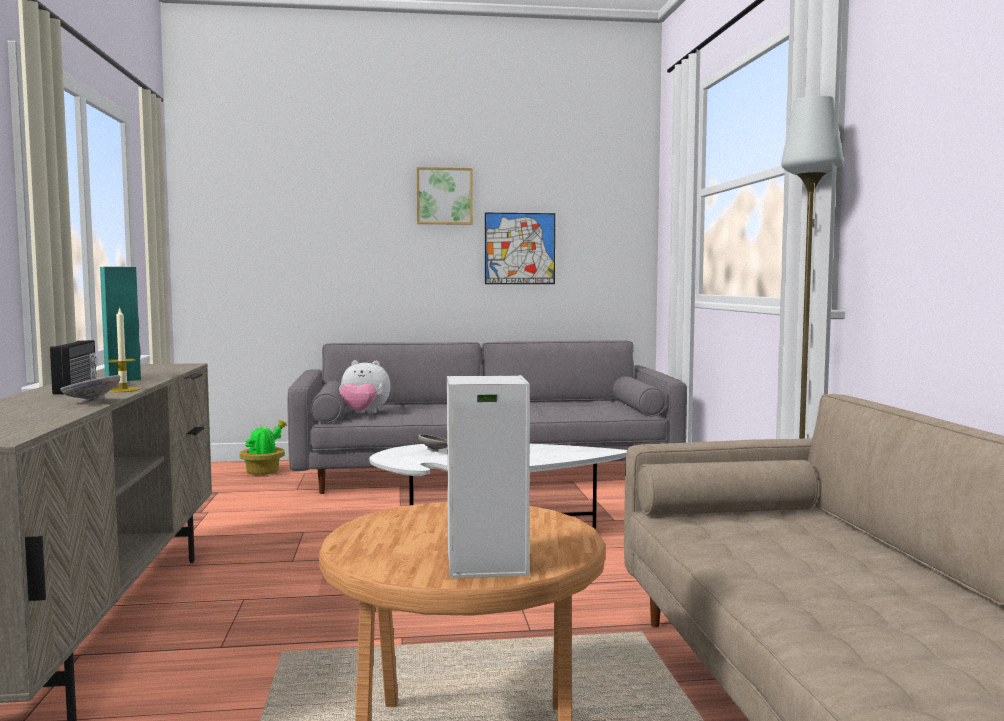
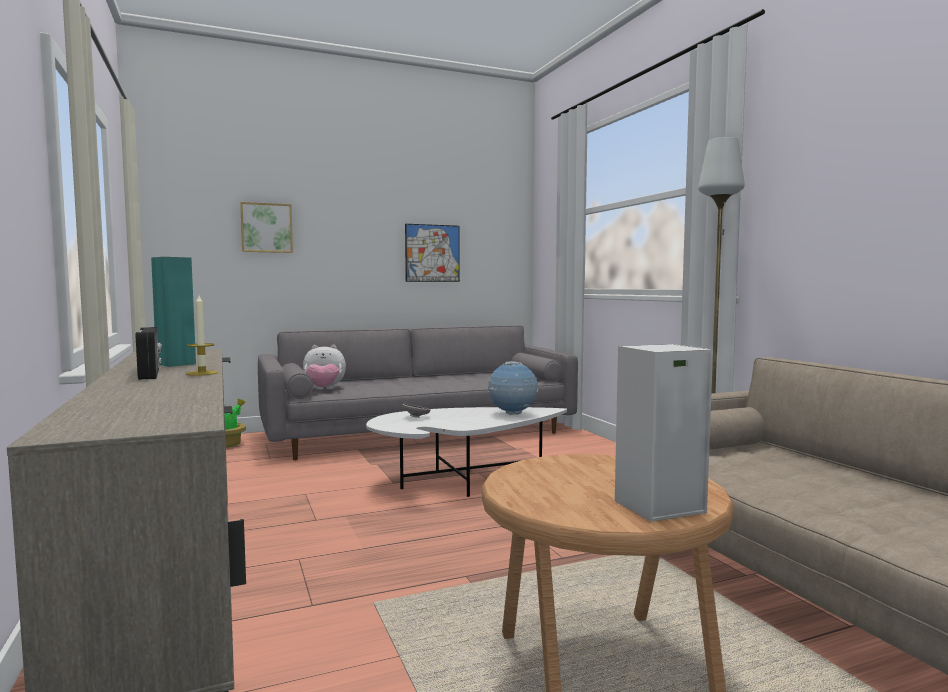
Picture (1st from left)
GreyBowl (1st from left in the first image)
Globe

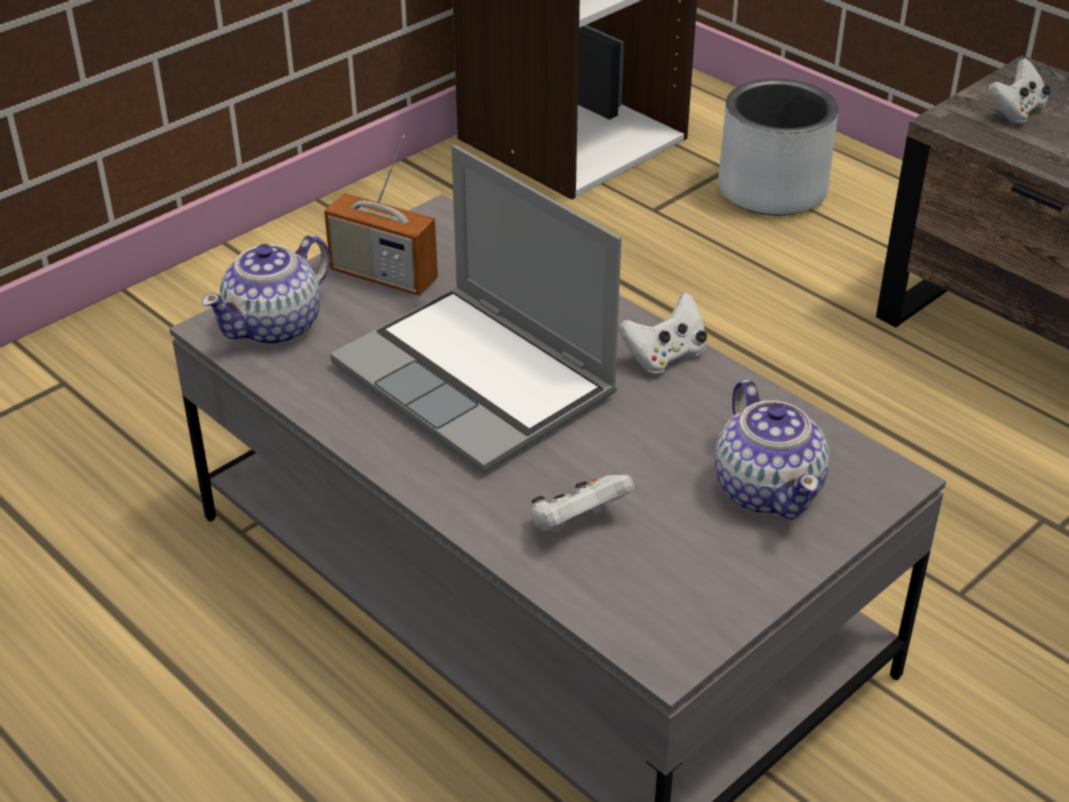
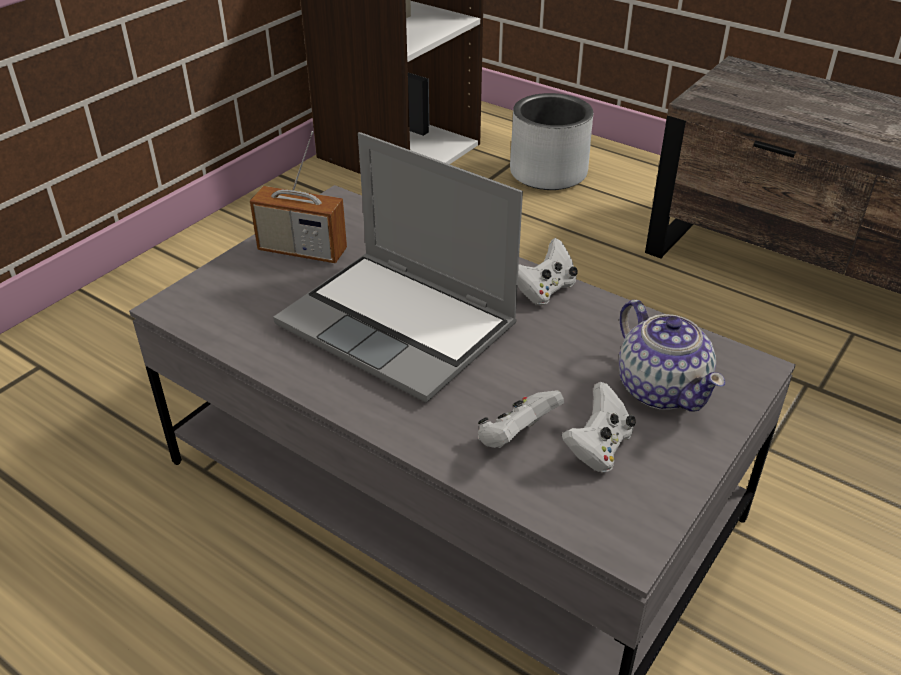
WhiteGameController (3rd from left)
Teapot (1st from left in the first image)

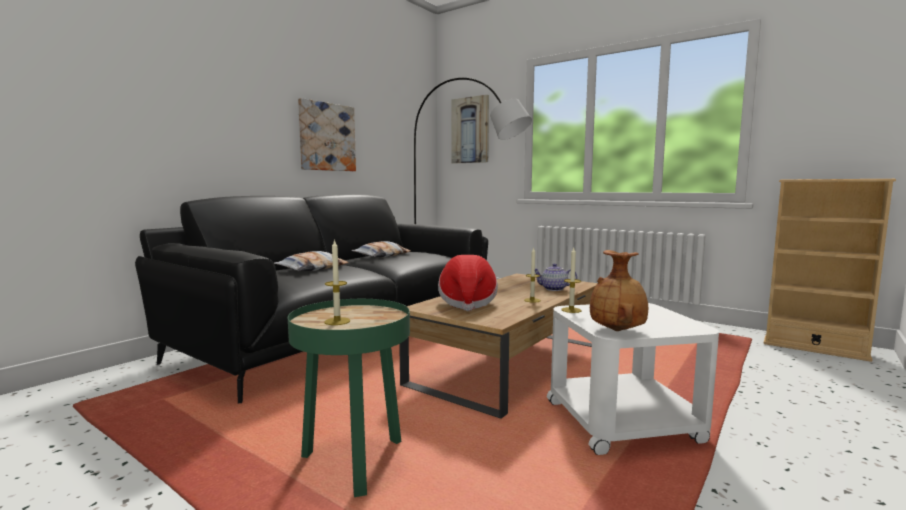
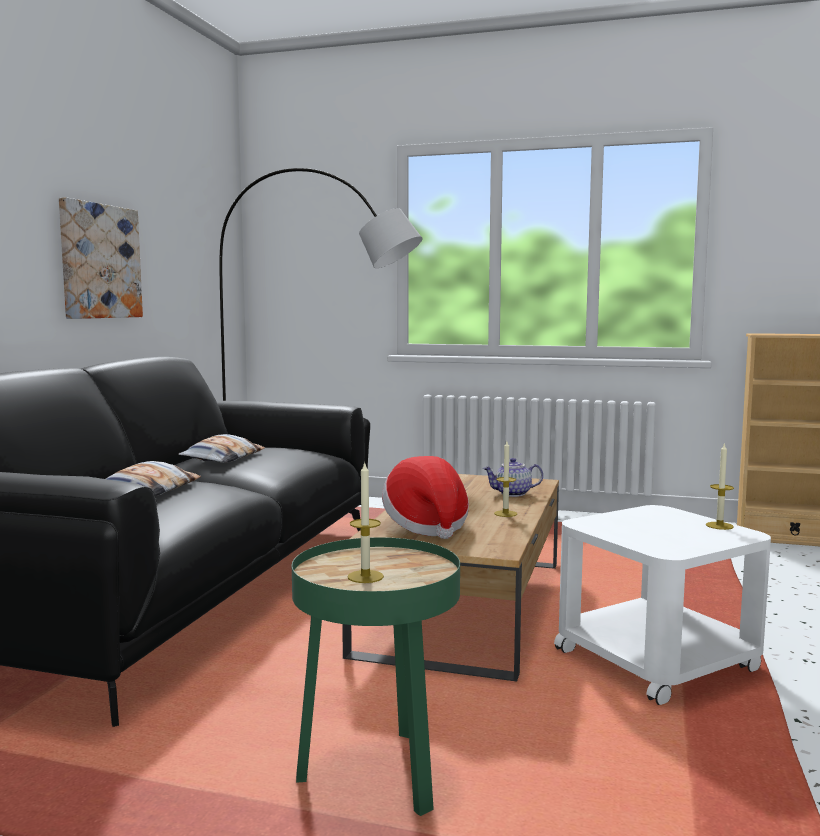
Picture (2nd from left in the first image)
Candle (3rd from left)
BrownVase

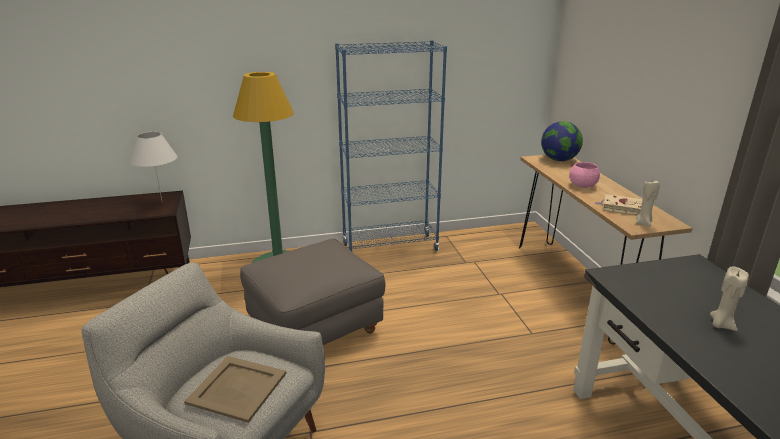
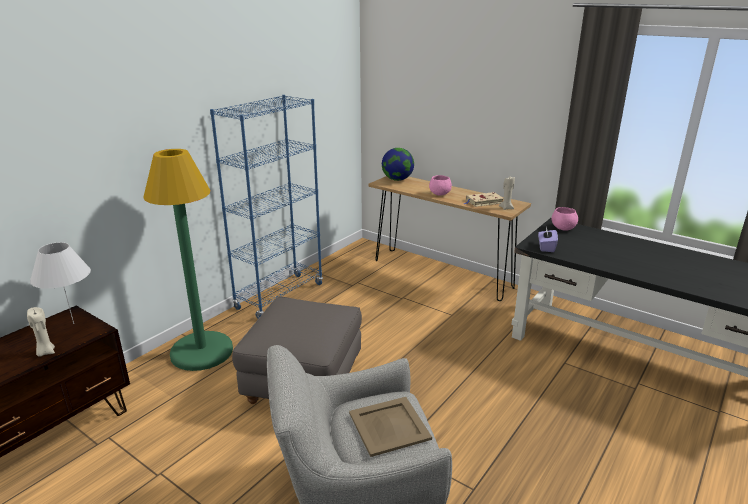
BeigeCandle (1st from left)
PinkBowl (2nd from left)
PurpleTissueBox

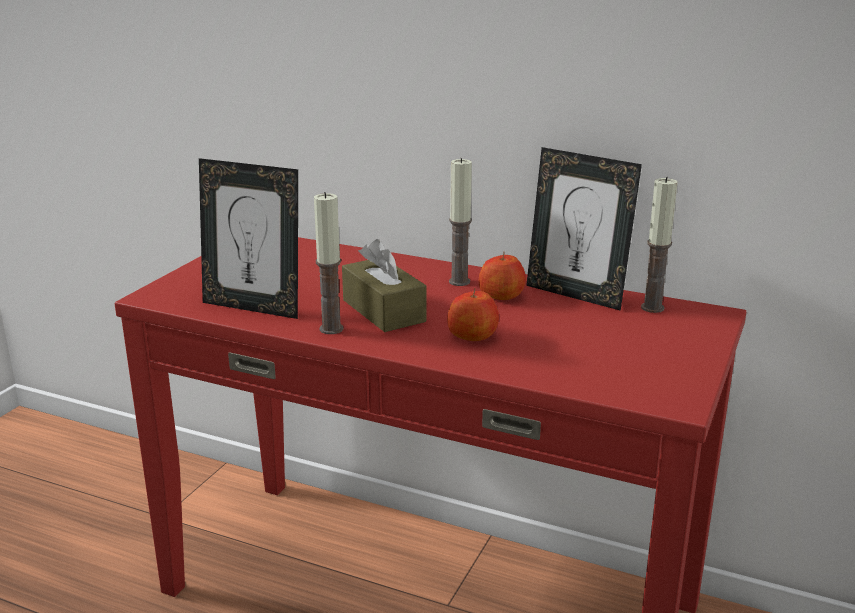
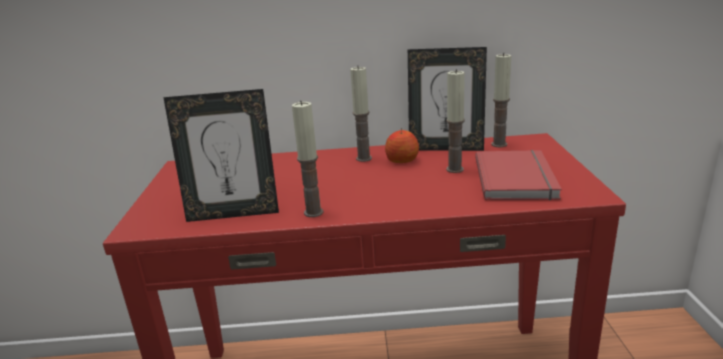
BrownTissueBox
Apple (1st from left in the first image)
Candle (3rd from left)
RedBook

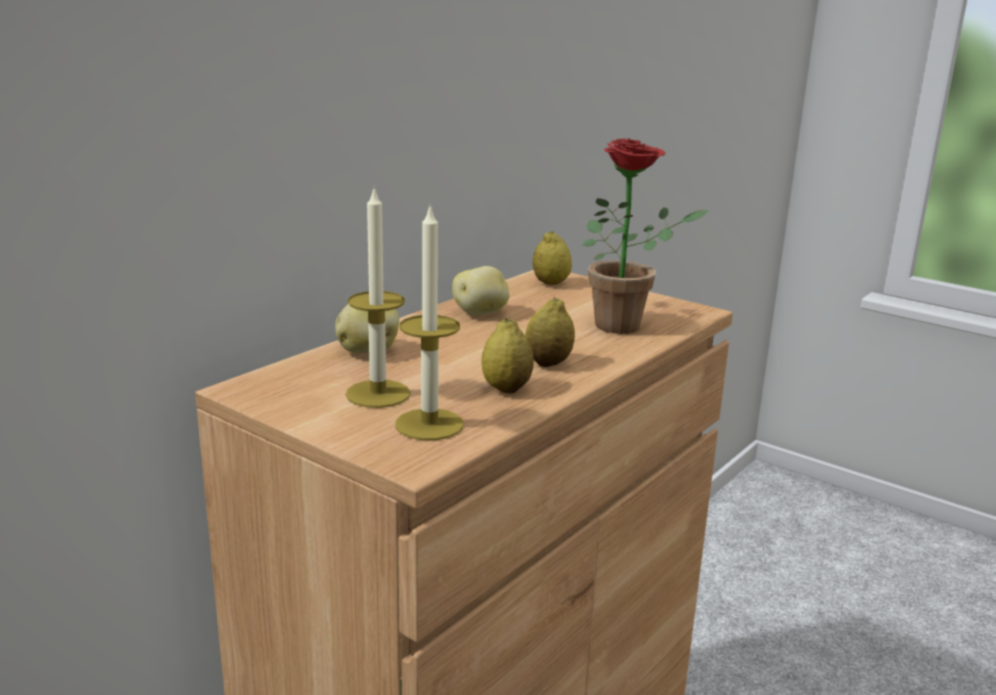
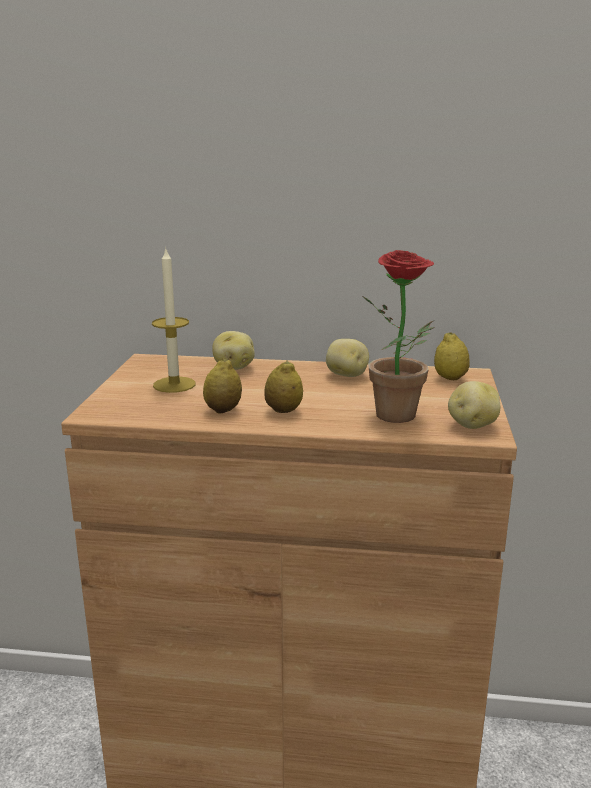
Candle (2nd from left in the first image)
Potato (3rd from left)

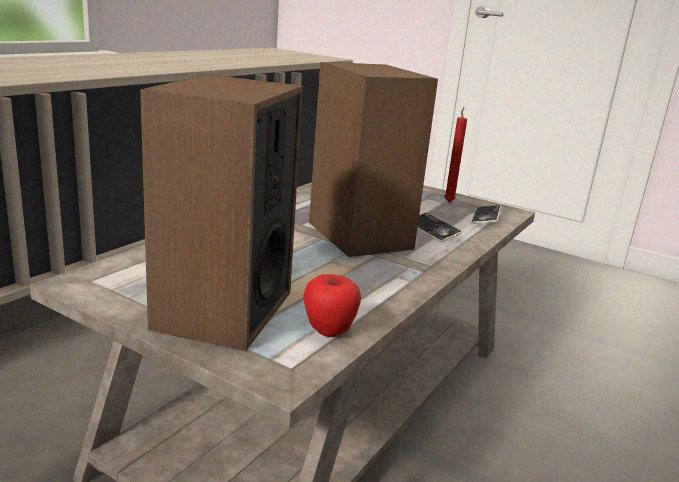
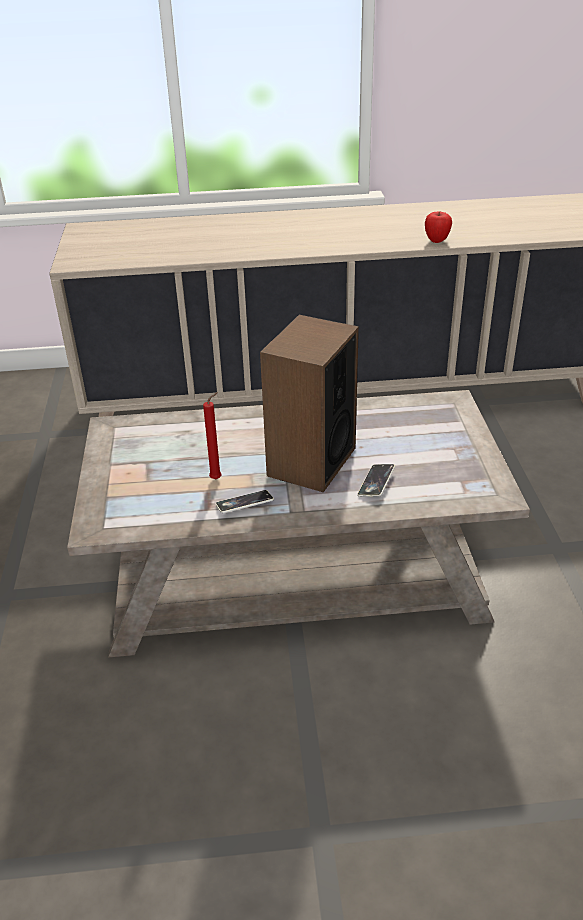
Speaker (1st from left in the first image)
RedCandle
Phone (1st from left)
Apple

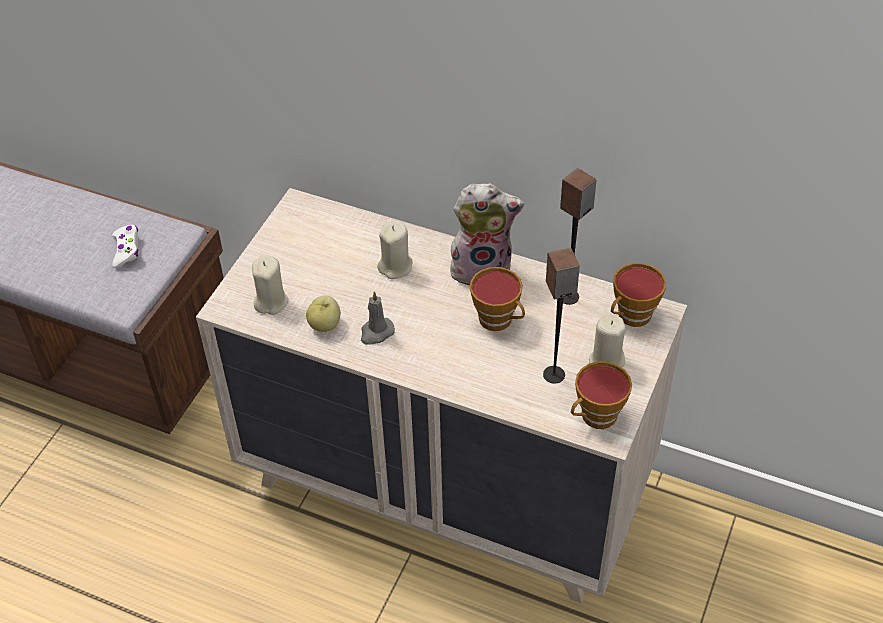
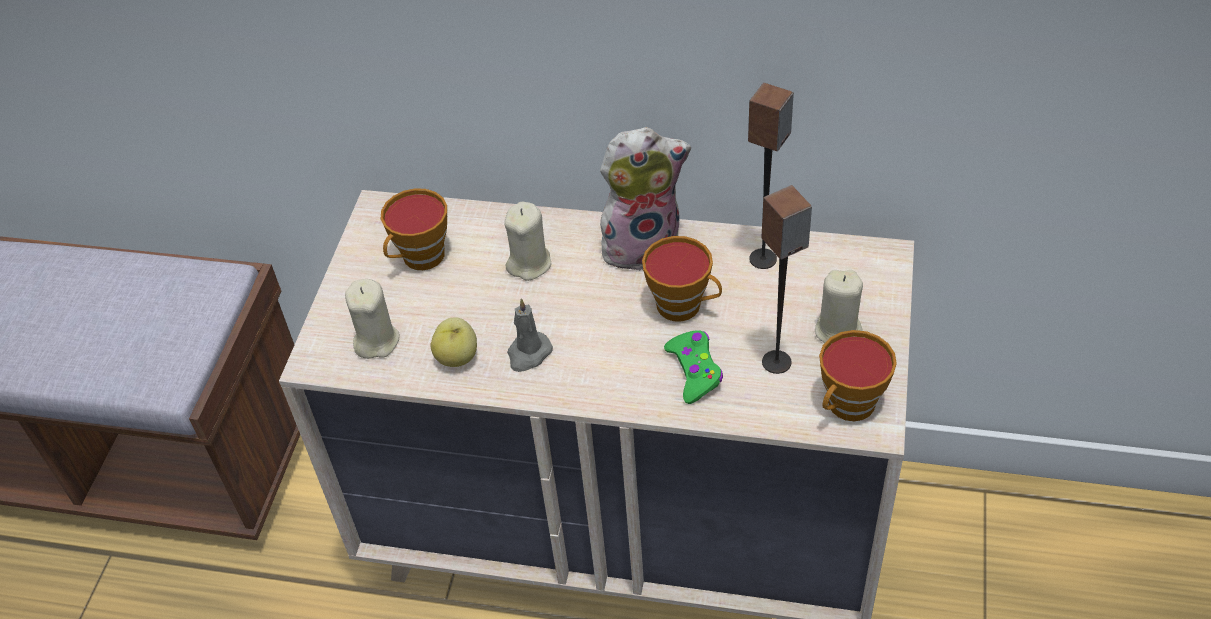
WhiteGameController
Cup (1st from left)
GreenGameController

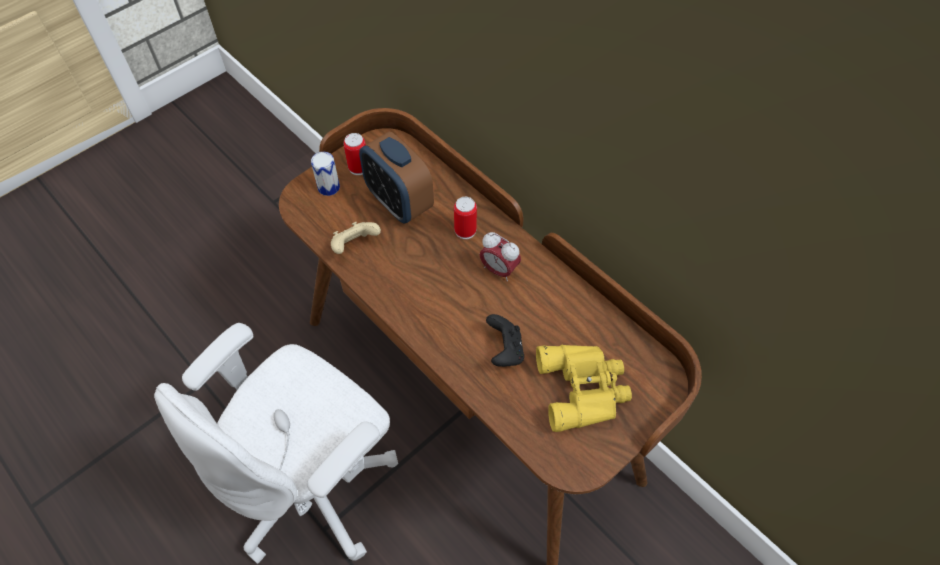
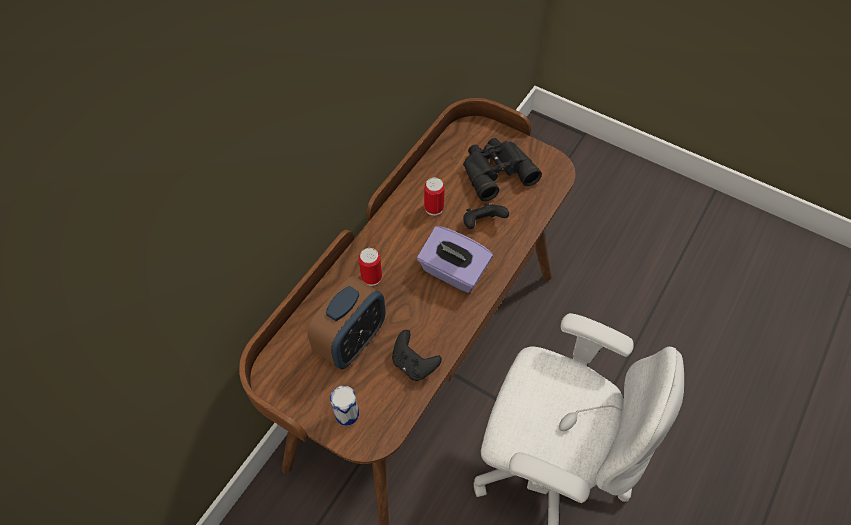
Can (3rd from left)
BlackGameController (1st from left)
AlarmClock (2nd from left in the first image)
BlackBinoculars
PurpleTissueBox

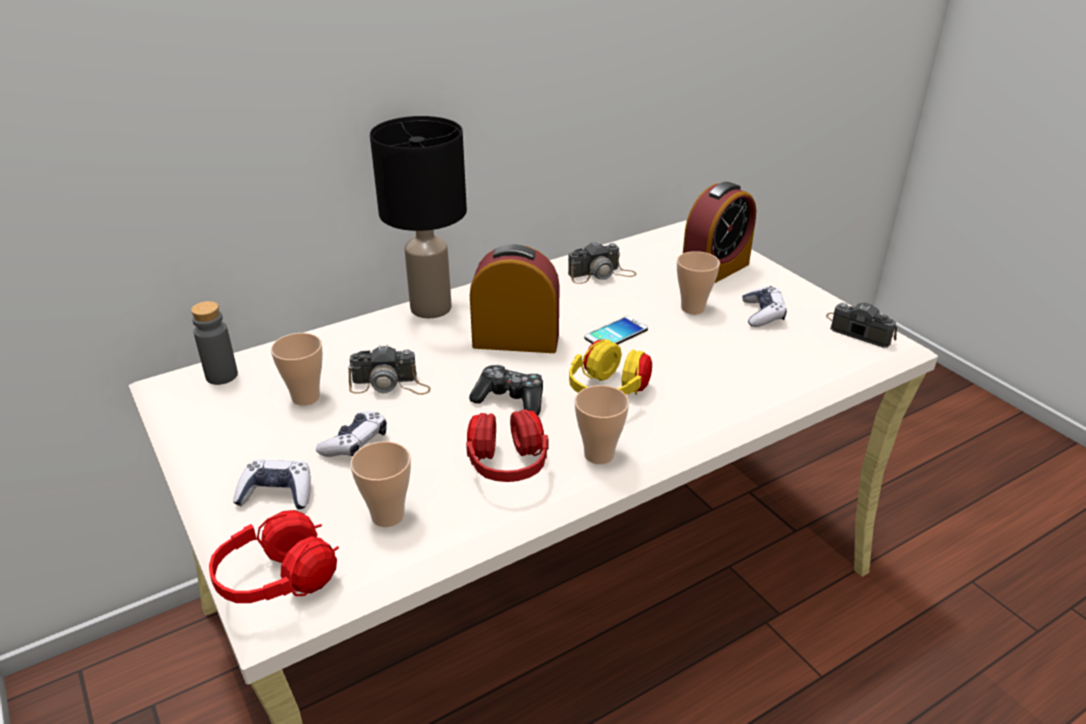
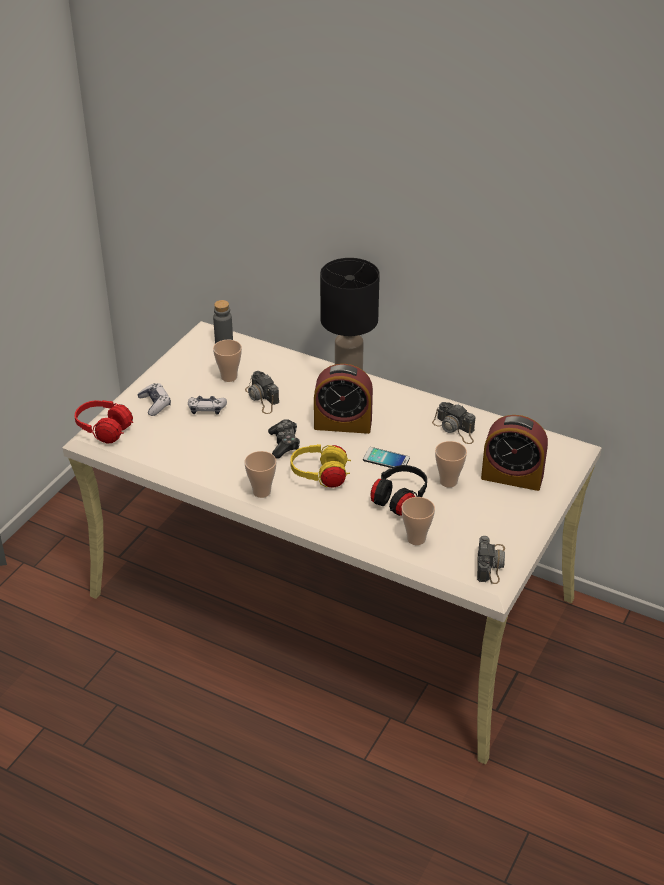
AlarmClock (1st from left)
GameController (4th from left in the first image)
RedHeadphones (2nd from left in the first image)
Cup (3rd from left)
BlackHeadphones

